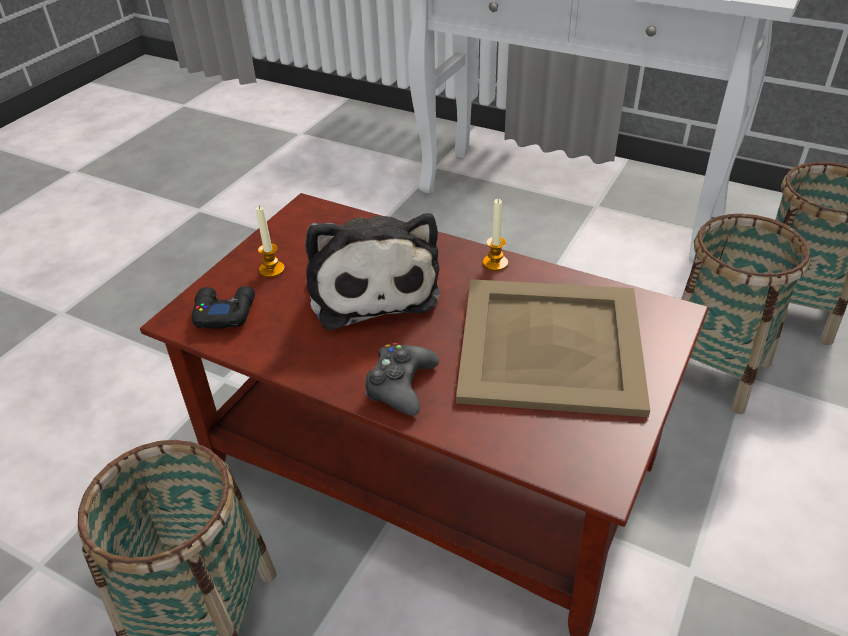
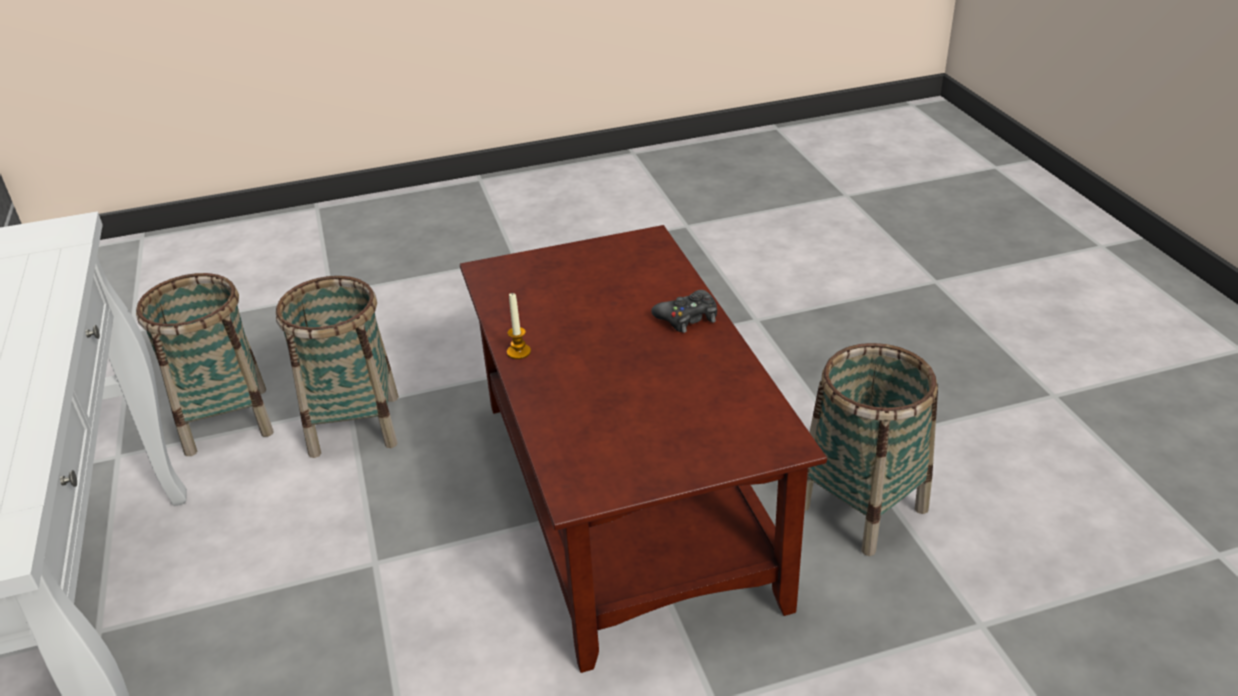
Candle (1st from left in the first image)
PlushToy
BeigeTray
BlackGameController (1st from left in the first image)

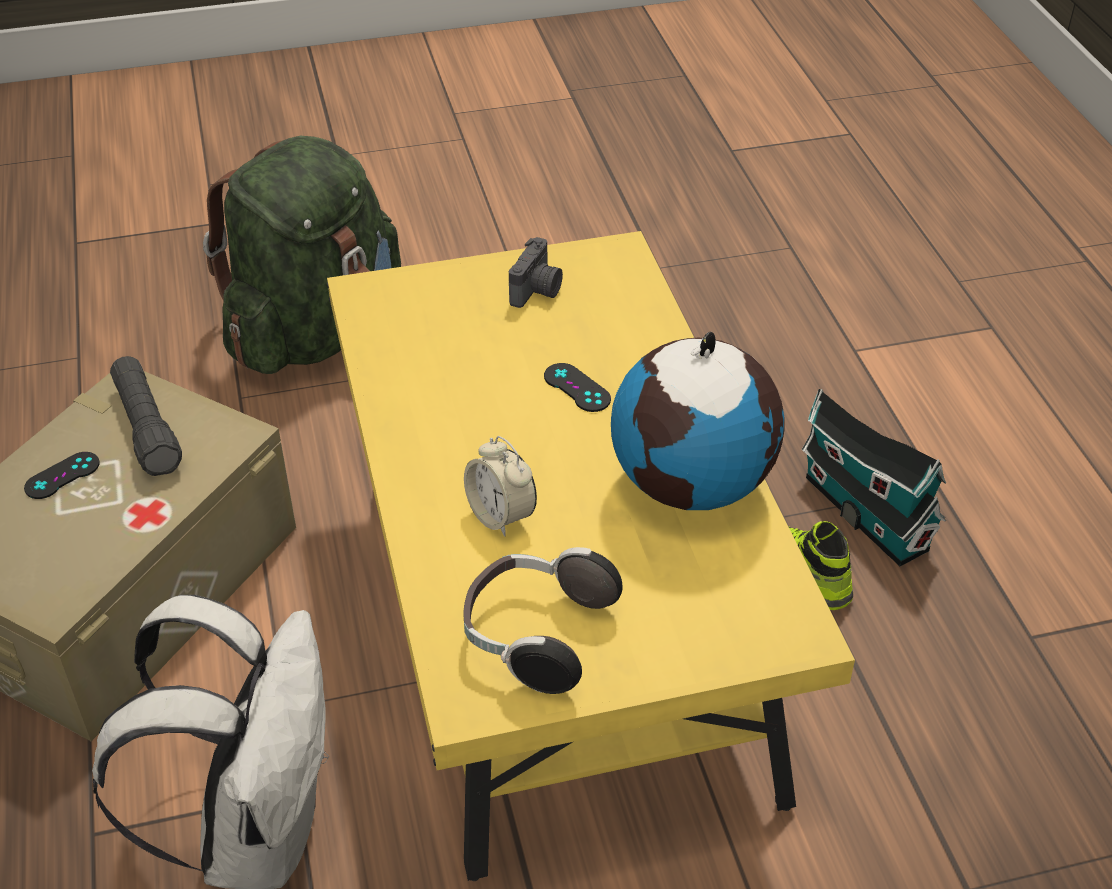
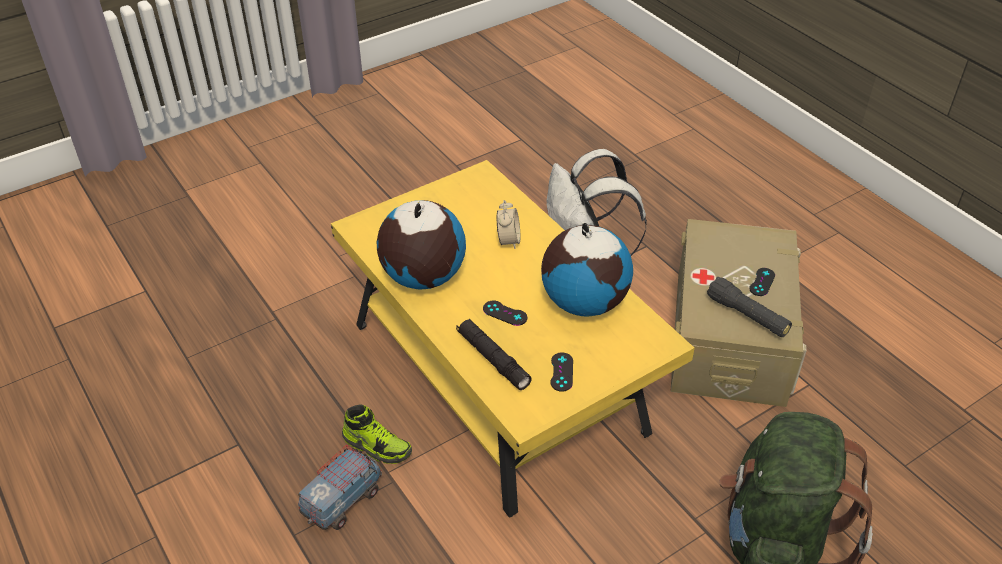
BlackGameController (2nd from left)
ToyTruck
AlarmClock
Headphones
Globe (2nd from left)
BlackFlashlight (1st from left)

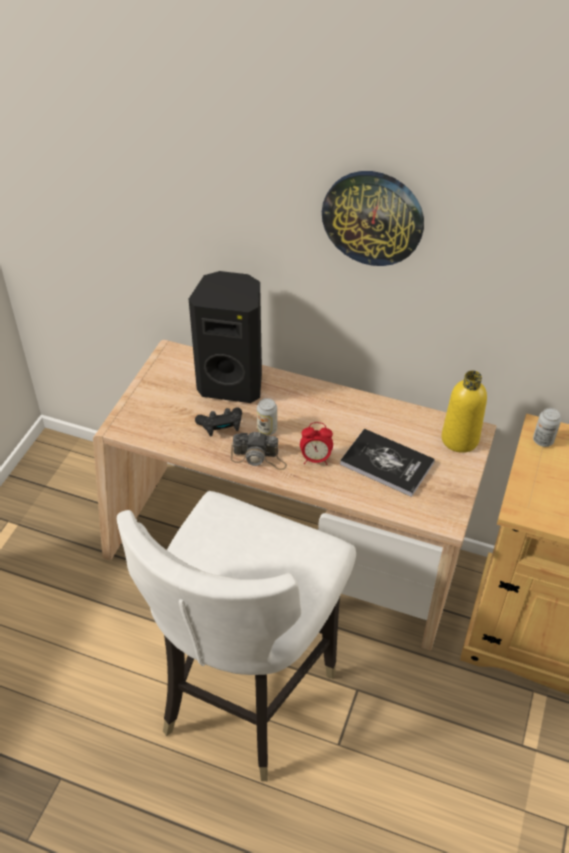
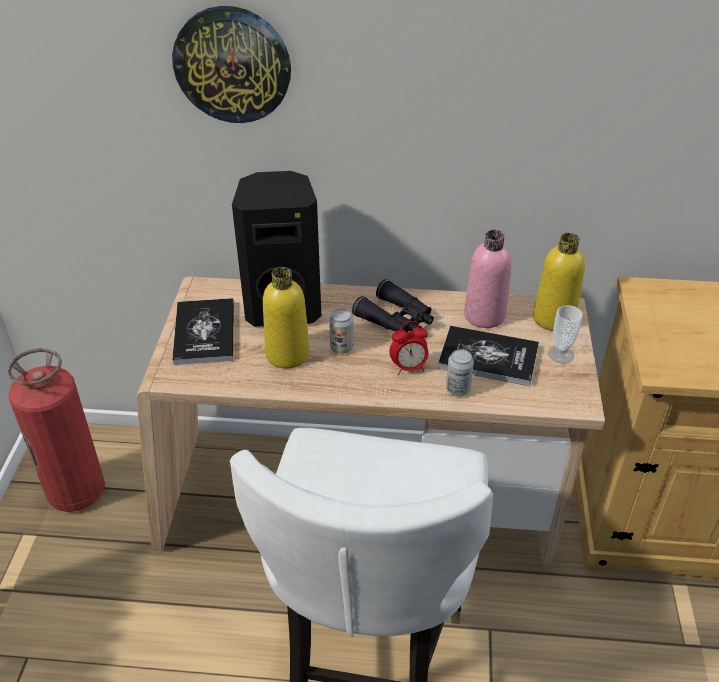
WallClock
YellowBottle (1st from left)
Can (2nd from left)
PhotoCamera
PinkBottle
BlackBinoculars
Book (1st from left)
Cup
FireExtinguisher

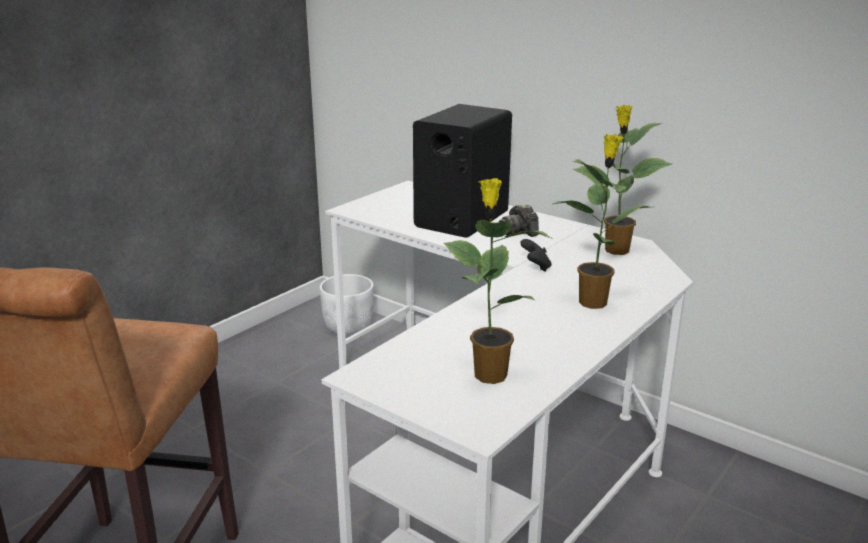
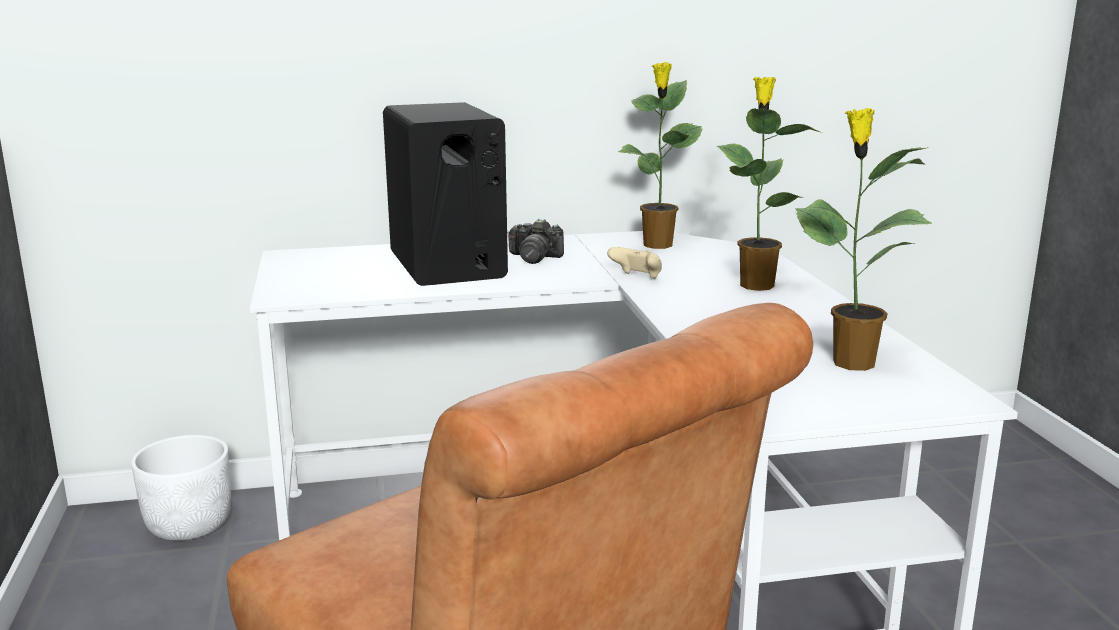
BeigeGameController

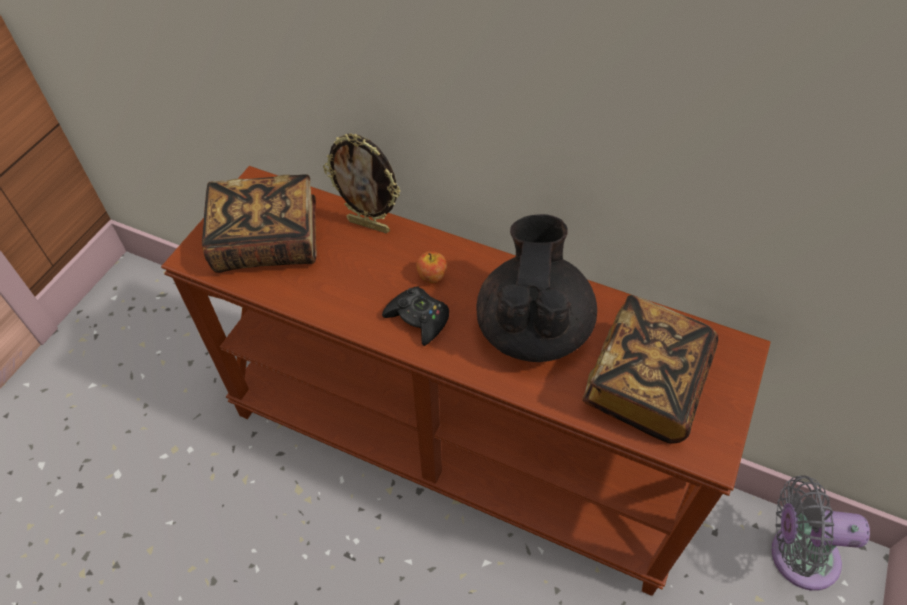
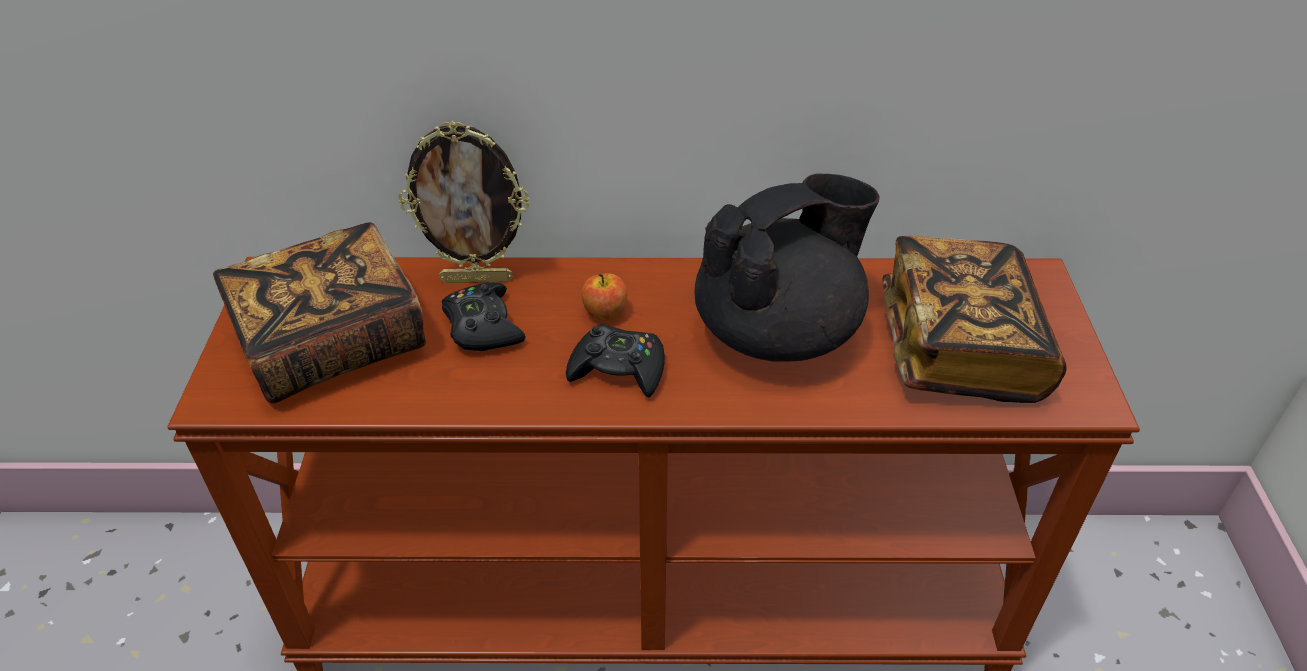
BlackTeapot
GreyFan
BlackGameController (1st from left)

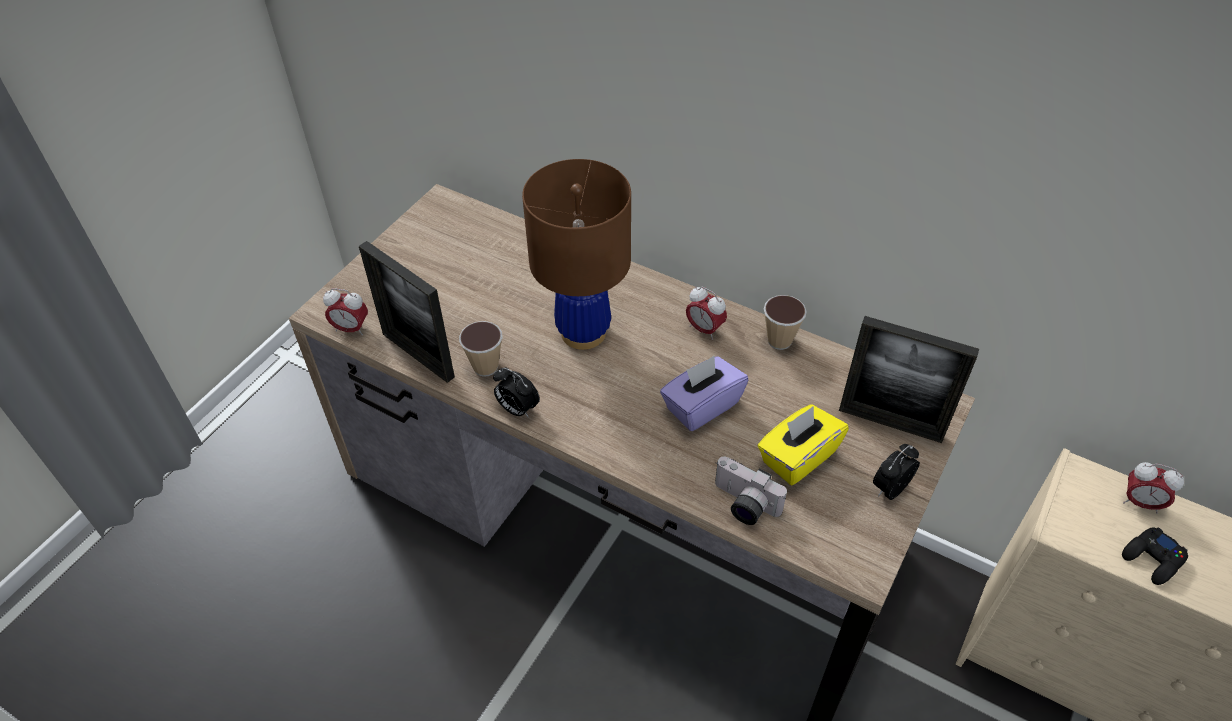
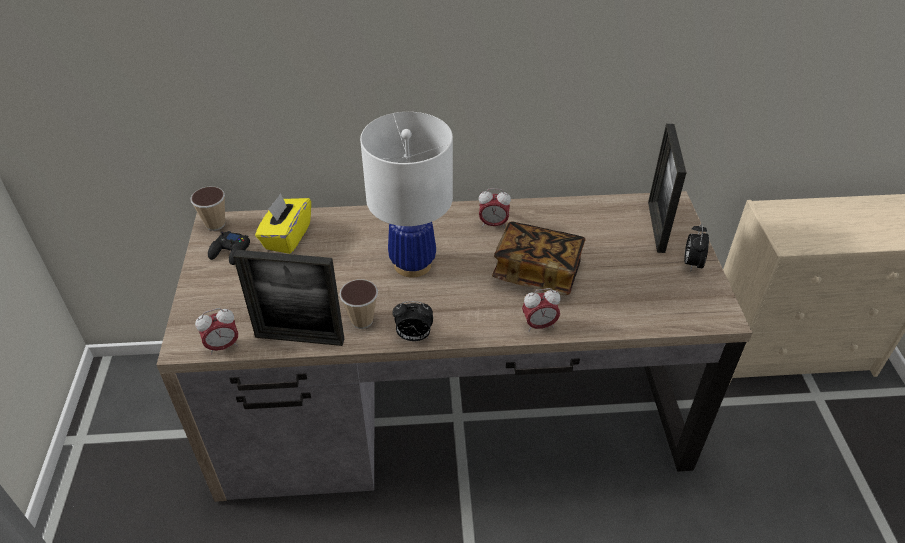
WhiteTableLamp
Cup (1st from left)
PictureFrame (2nd from left)
Book
YellowTissueBox
PhotoCamera
AlarmClock (4th from left)
BlackGameController

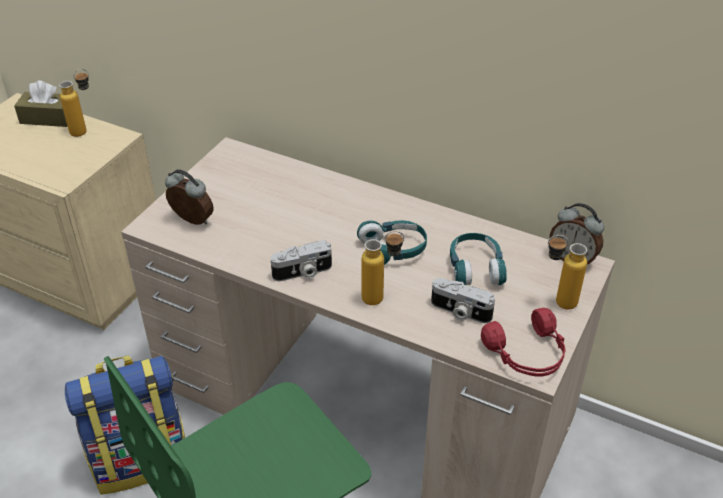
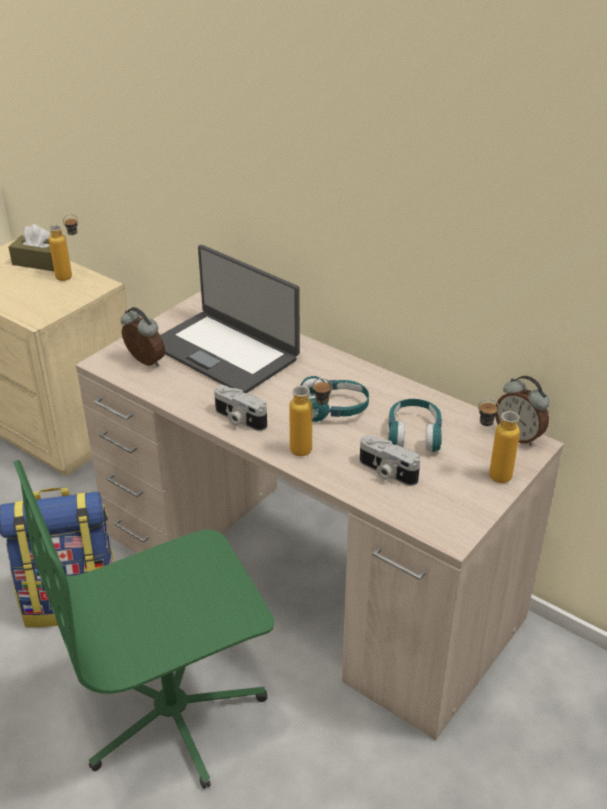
PhotoCamera (1st from left)
RedHeadphones
Laptop

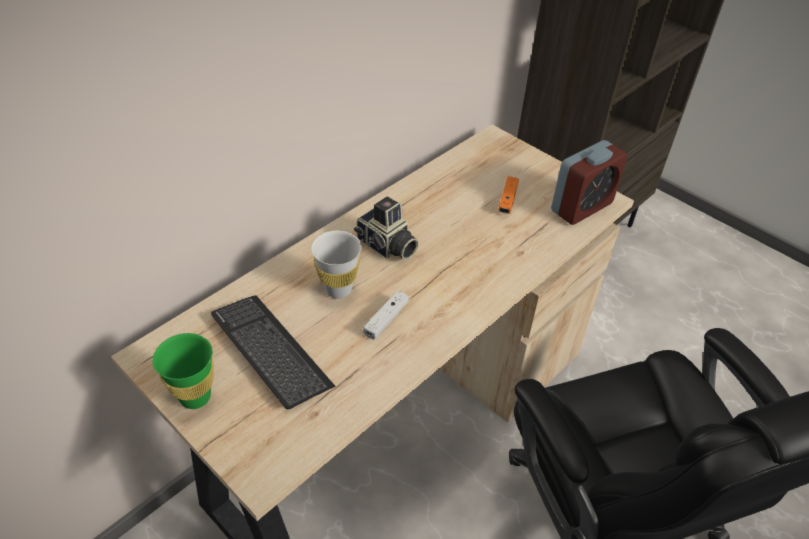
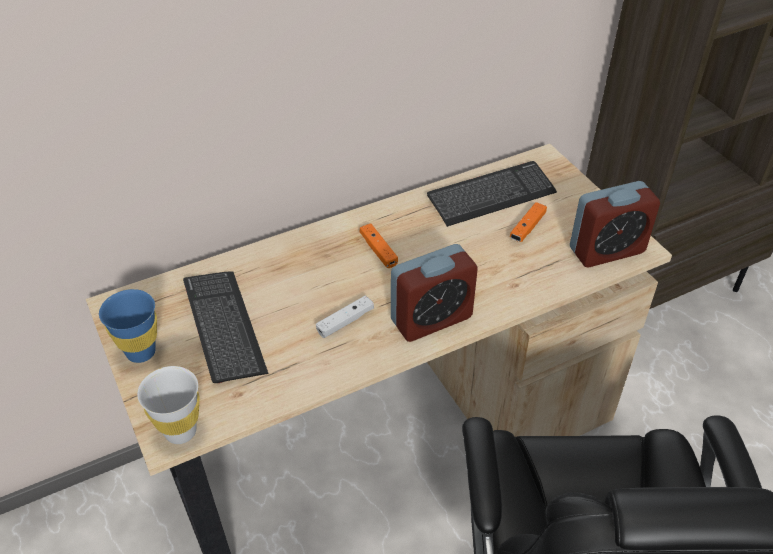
OrangeGameController (1st from left)
WhiteCup
BlueCup
Keyboard (2nd from left)
AlarmClock (1st from left)

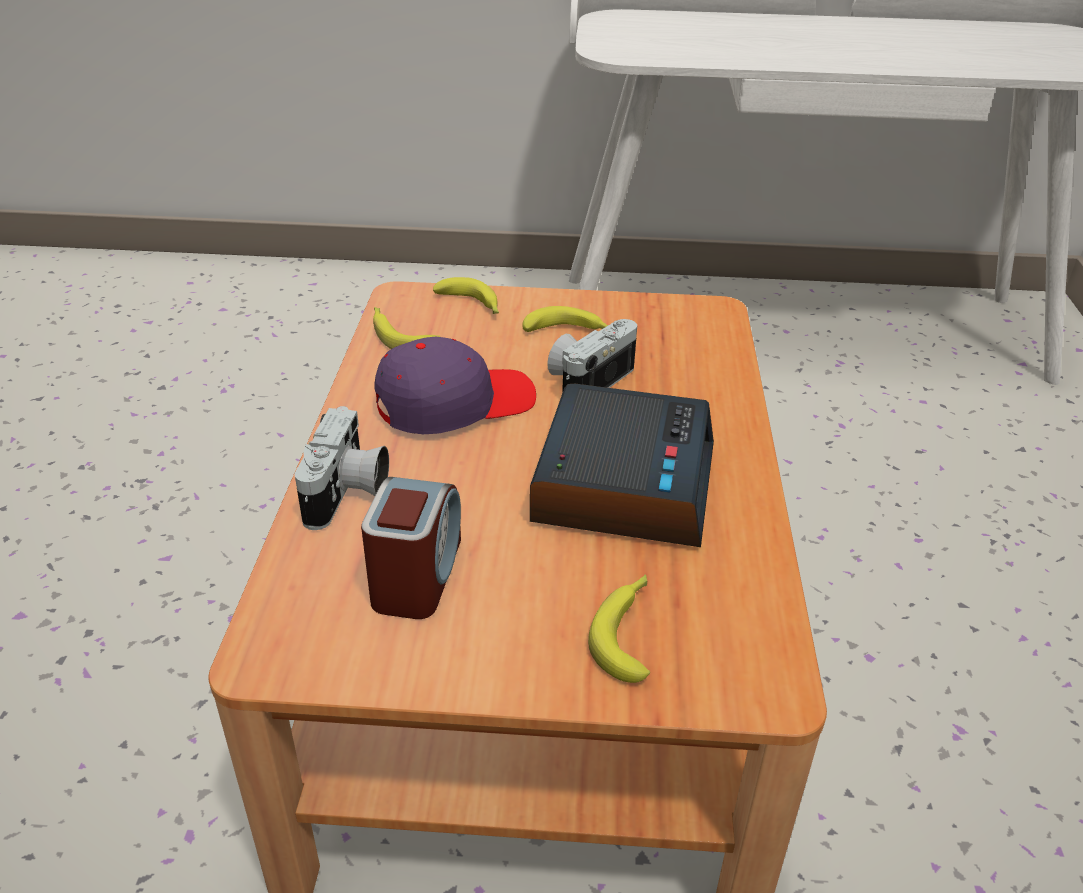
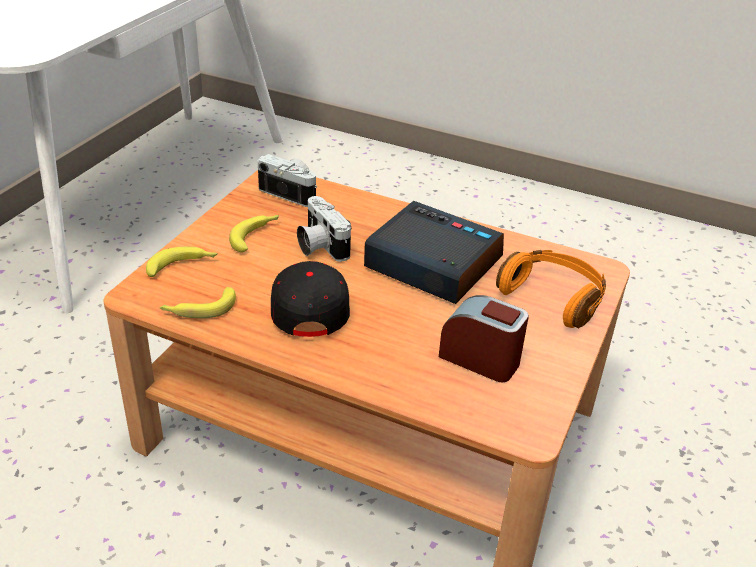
BlackCap
PhotoCamera (1st from left)
OrangeHeadphones

